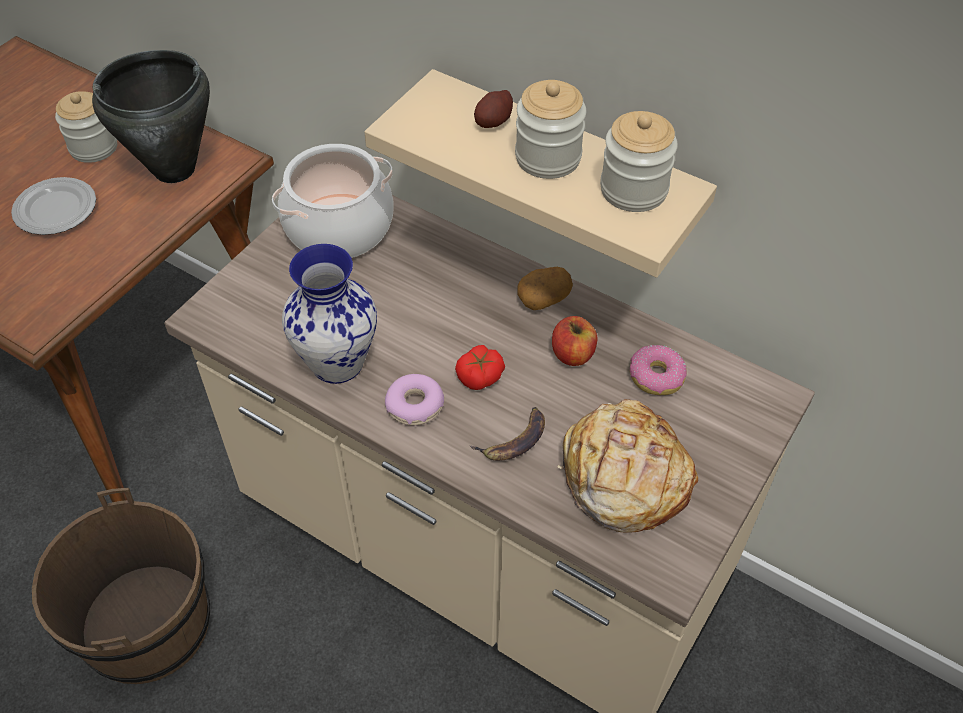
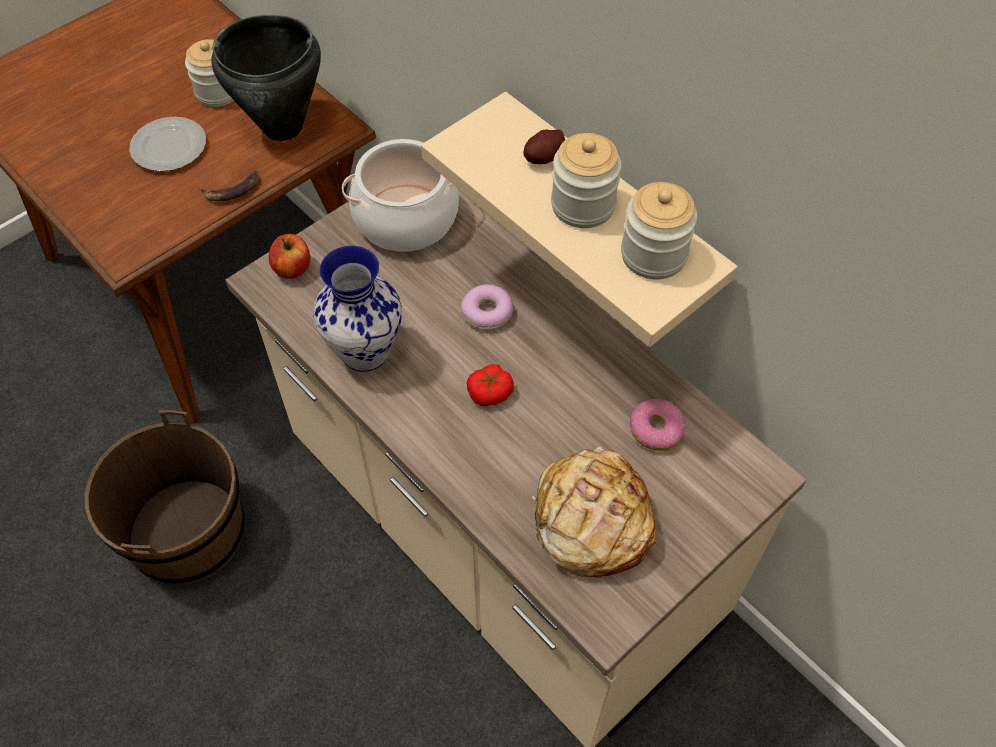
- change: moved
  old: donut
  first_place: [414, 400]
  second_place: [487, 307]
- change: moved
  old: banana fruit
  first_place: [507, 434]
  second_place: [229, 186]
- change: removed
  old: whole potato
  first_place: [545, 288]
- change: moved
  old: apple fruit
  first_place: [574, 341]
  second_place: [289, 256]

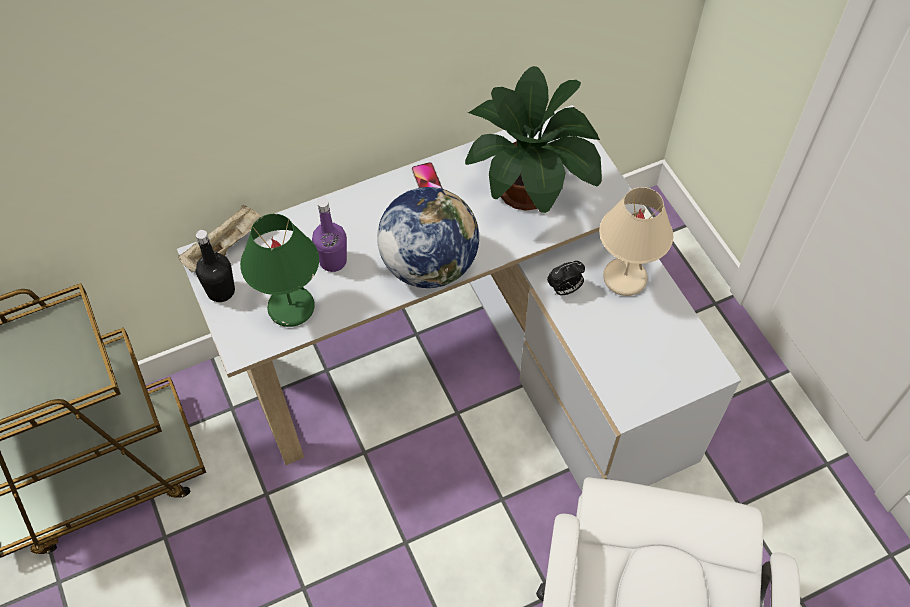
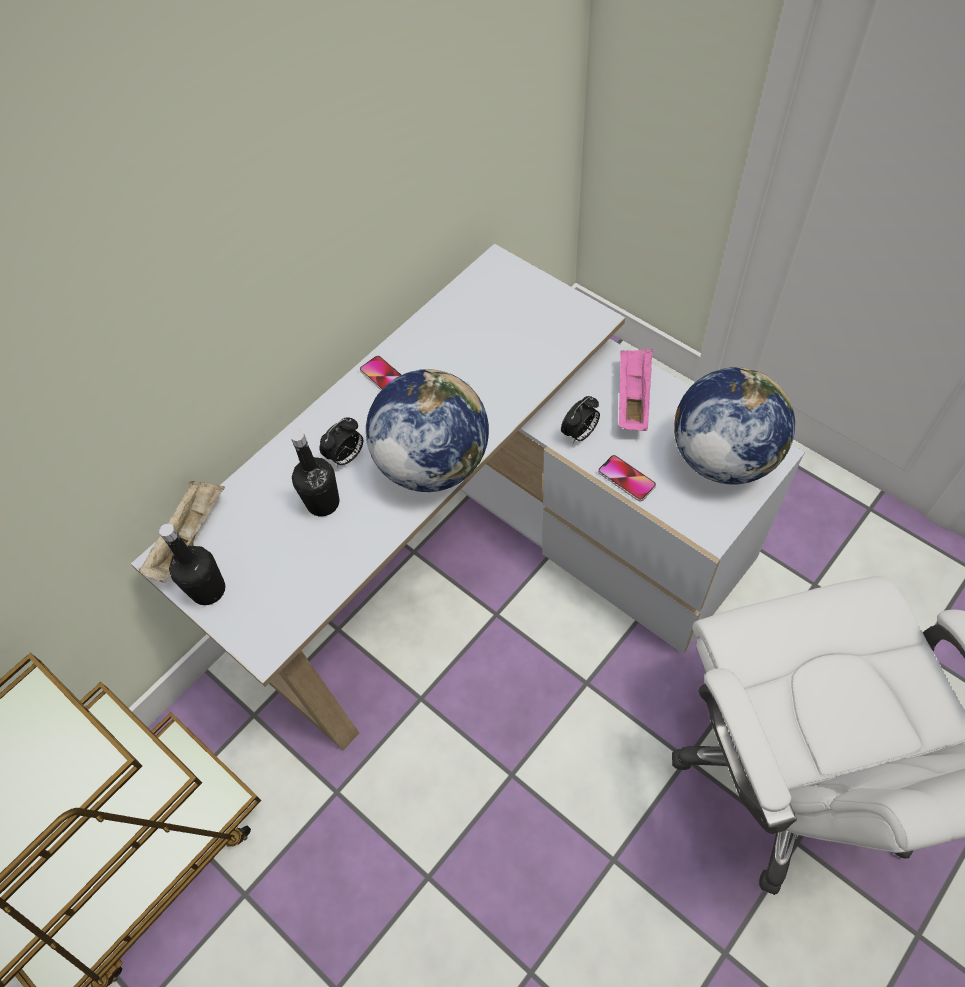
- change: removed
  old: green-coloured table lamp
  first_place: [279, 270]
- change: recoloured
  old: purple-coloured drink bottle
  new: blackish drink bottle
  first_place: [329, 235]
  second_place: [315, 473]
- change: removed
  old: potted plant
  first_place: [533, 139]
- change: replaced
  old: beige-coloured table lamp
  new: pink-coloured tray
  first_place: [636, 241]
  second_place: [635, 390]
- change: added
  new: alarm clock
  second_place: [341, 442]
- change: added
  new: handset
  second_place: [627, 478]
- change: added
  new: desk globe
  second_place: [734, 426]

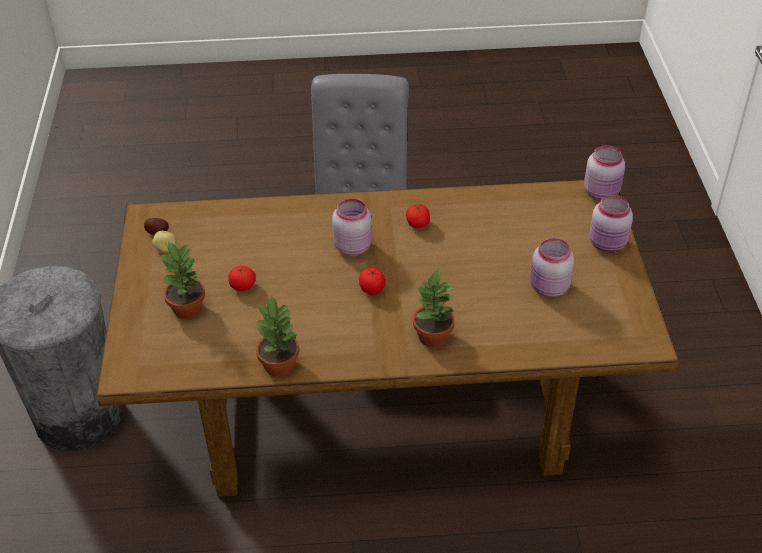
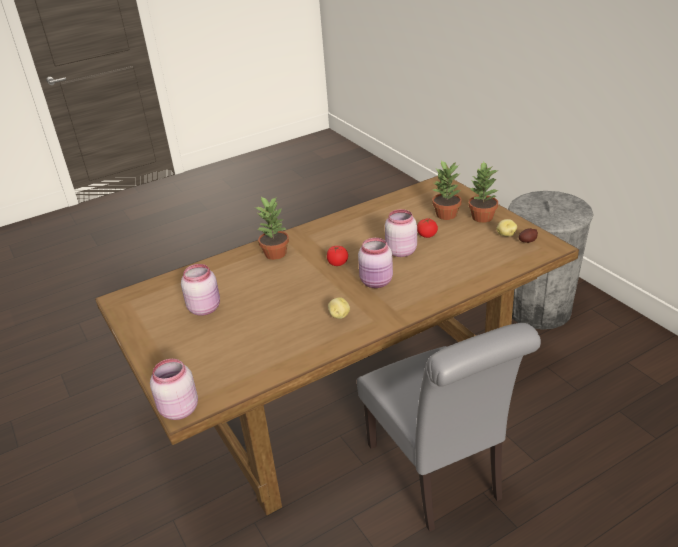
- change: moved
  old: potted plant
  first_place: [277, 336]
  second_place: [483, 192]
- change: replaced
  old: whole tomato
  new: whole potato
  first_place: [418, 216]
  second_place: [339, 308]
- change: moved
  old: pink-coloured preserve jar
  first_place: [611, 224]
  second_place: [401, 233]

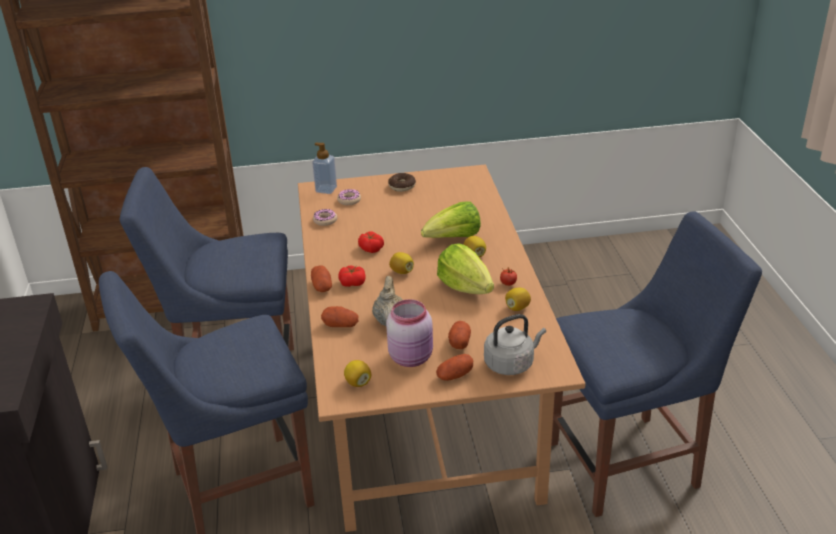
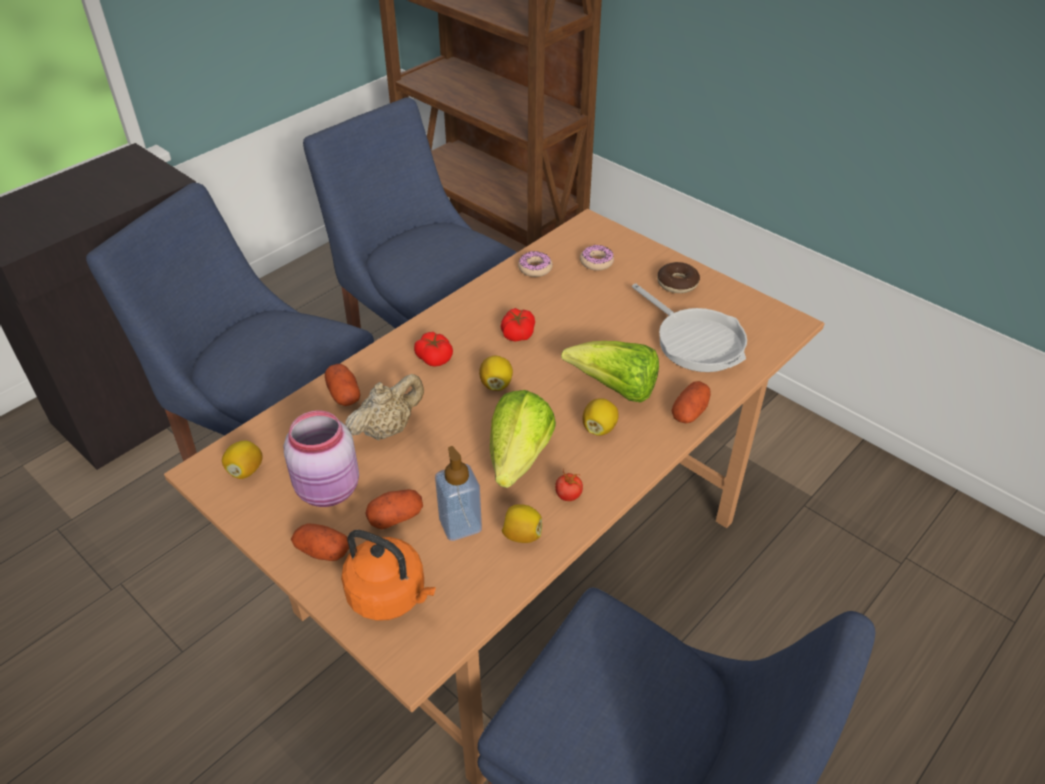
- change: moved
  old: whole potato
  first_place: [321, 278]
  second_place: [691, 402]
- change: moved
  old: soap bottle
  first_place: [324, 168]
  second_place: [458, 493]
- change: recoloured
  old: gray tea kettle
  new: orange-coloured tea kettle
  first_place: [515, 344]
  second_place: [388, 575]
- change: added
  new: pan
  second_place: [689, 328]

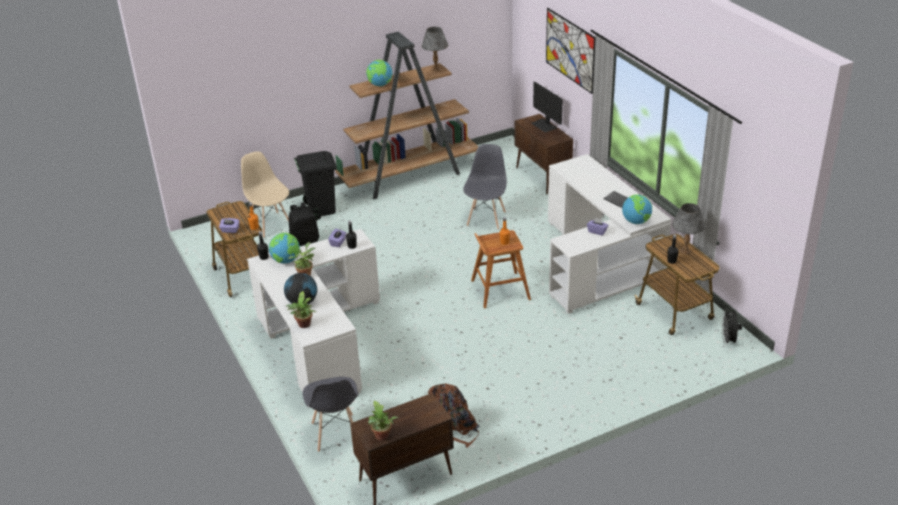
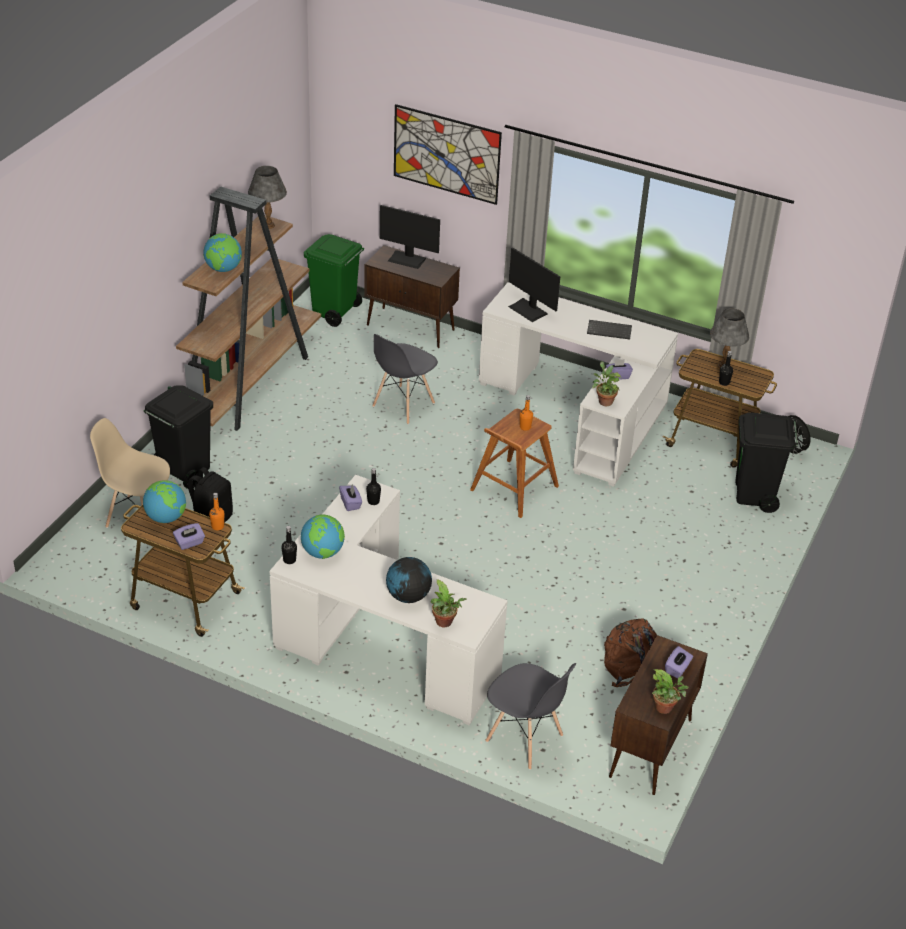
- change: moved
  old: potted plant
  first_place: [301, 259]
  second_place: [606, 383]
- change: turned
  old: gray upright chair
  first_place: [485, 187]
  second_place: [405, 379]
  degrees: -120
- change: moved
  old: desk globe
  first_place: [637, 209]
  second_place: [164, 501]
- change: added
  new: green-coloured trash can
  second_place: [334, 280]
- change: added
  new: monitor
  second_place: [534, 285]
- change: added
  new: purple-coloured tissue box
  second_place: [679, 662]
- change: added
  new: blackish trash can
  second_place: [766, 462]

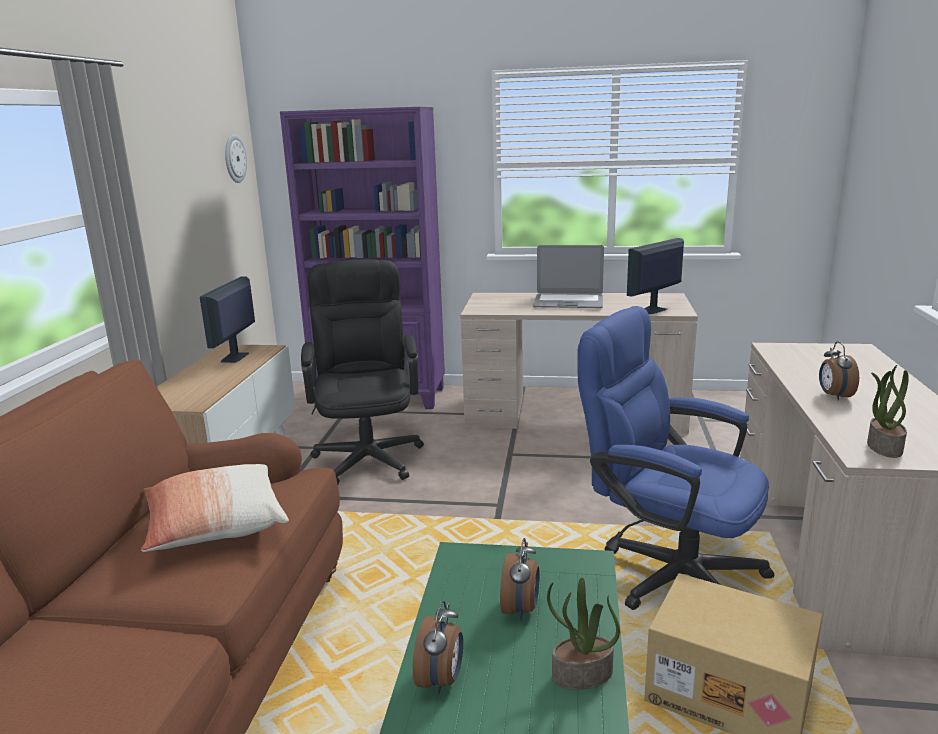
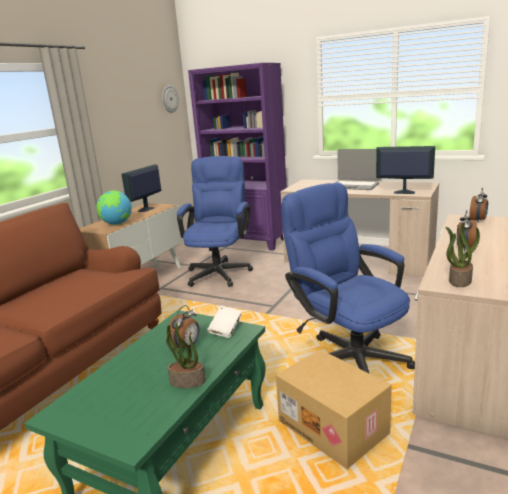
- change: removed
  old: pillow
  first_place: [215, 508]
- change: recoloured
  old: blackish office chair
  new: blue-coloured office chair
  first_place: [362, 372]
  second_place: [215, 221]
- change: moved
  old: alarm clock
  first_place: [438, 647]
  second_place: [478, 205]
- change: turned
  old: monitor
  first_place: [655, 276]
  second_place: [405, 170]
  degrees: 45
- change: added
  new: desk globe
  second_place: [114, 207]
- change: added
  new: white-coloured volume
  second_place: [224, 322]

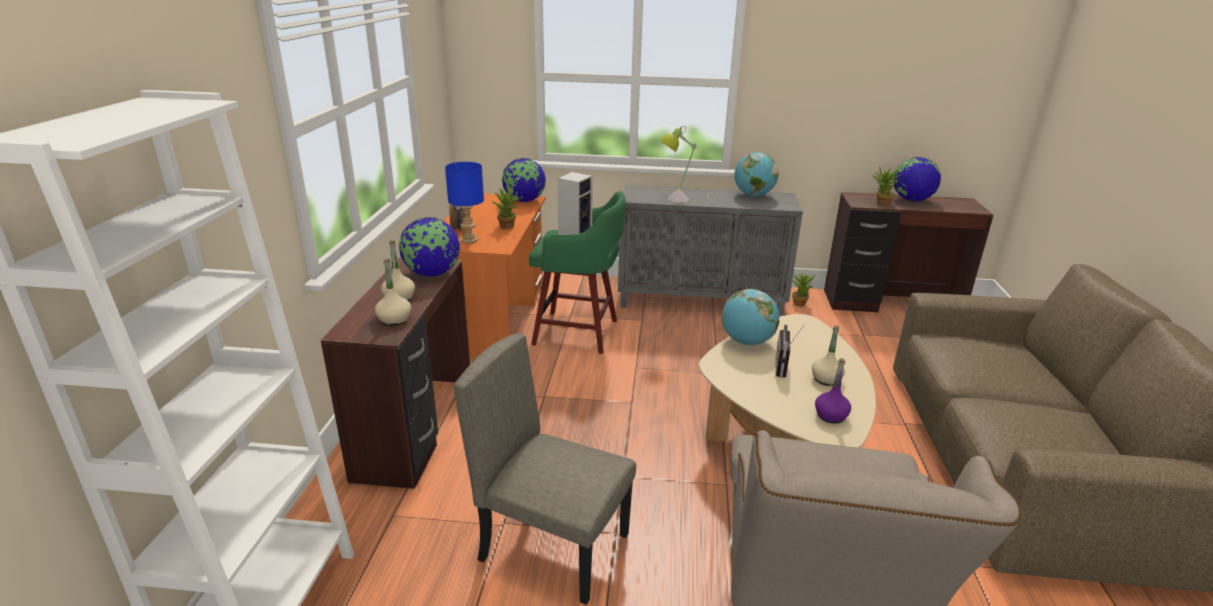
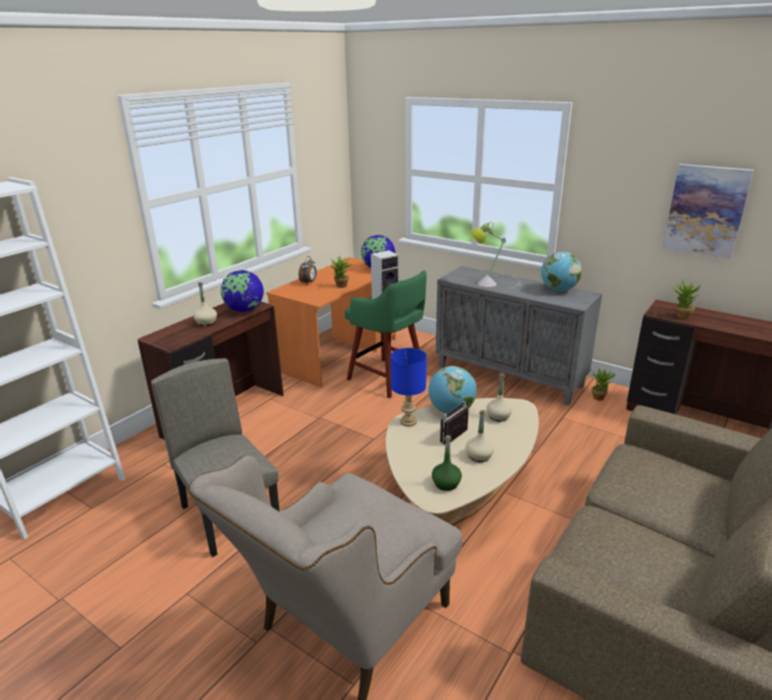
- change: moved
  old: beige-coloured drink bottle
  first_place: [393, 292]
  second_place: [499, 398]
- change: moved
  old: blue-coloured table lamp
  first_place: [464, 203]
  second_place: [409, 387]
- change: recoloured
  old: purple-coloured drink bottle
  new: green-coloured drink bottle
  first_place: [833, 391]
  second_place: [447, 463]
- change: removed
  old: desk globe
  first_place: [917, 179]
- change: added
  new: wall picture
  second_place: [708, 211]

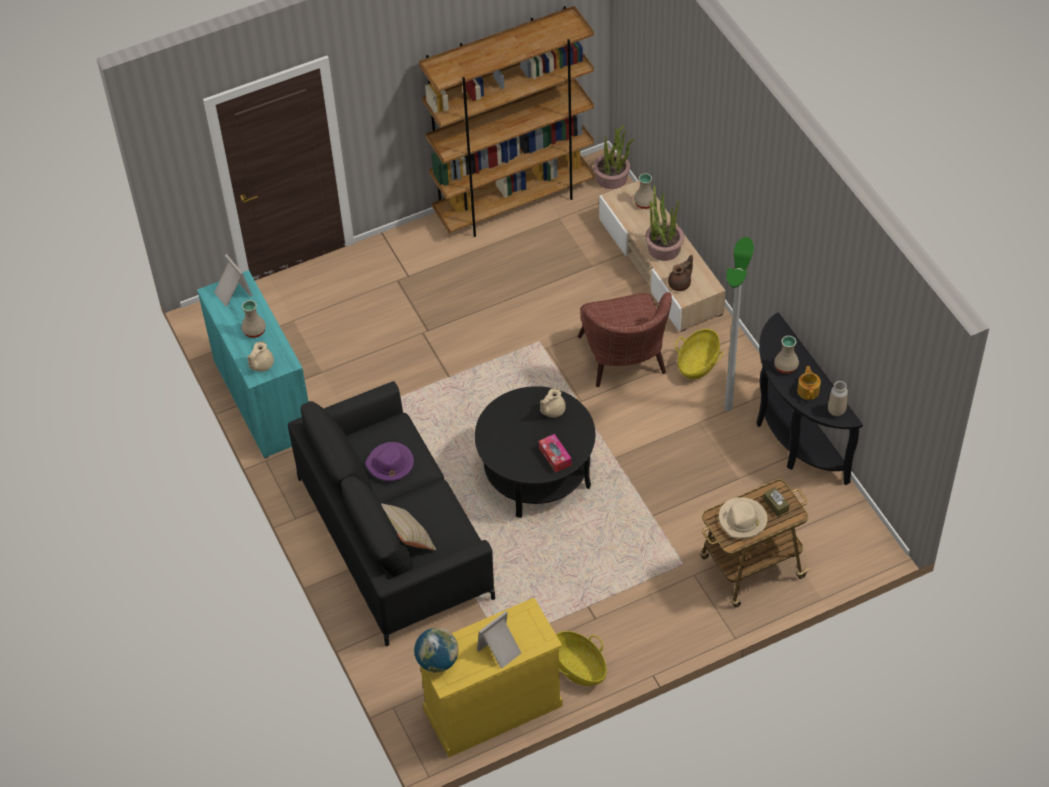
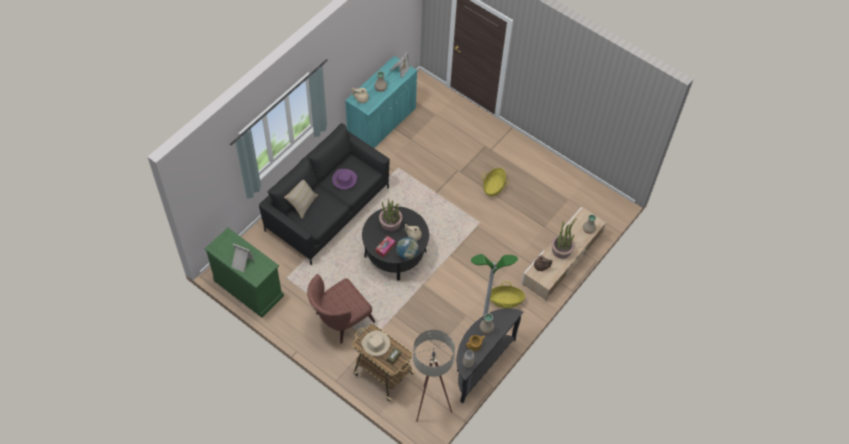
- change: moved
  old: desk globe
  first_place: [436, 650]
  second_place: [407, 248]
- change: removed
  old: brownish bookshelf
  first_place: [506, 121]
- change: recoloured
  old: yellowish dresser
  new: green-coloured dresser
  first_place: [491, 677]
  second_place: [244, 272]
- change: moved
  old: basket
  first_place: [581, 658]
  second_place: [495, 182]
- change: moved
  old: brownish armchair
  first_place: [625, 339]
  second_place: [341, 309]
- change: moved
  old: potted plant
  first_place: [614, 157]
  second_place: [391, 215]
- change: added
  new: beige-coloured standing lamp
  second_place: [434, 376]

